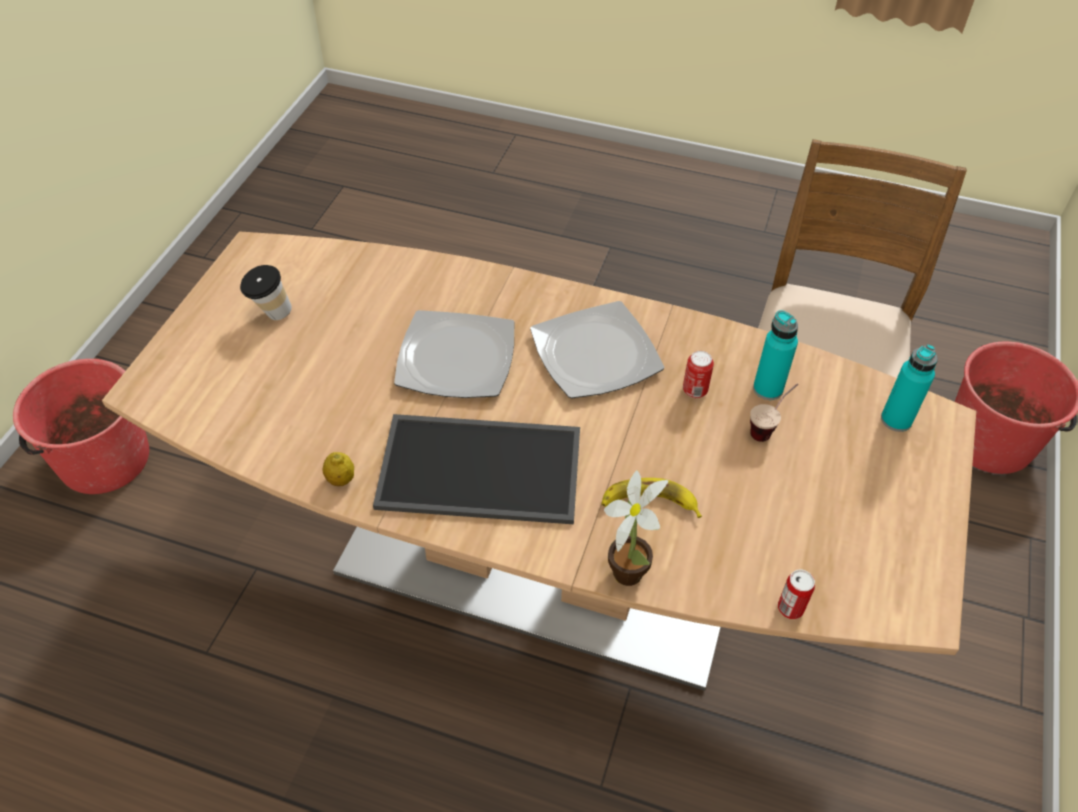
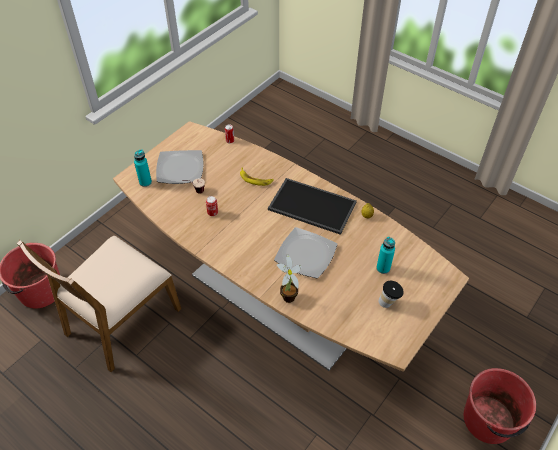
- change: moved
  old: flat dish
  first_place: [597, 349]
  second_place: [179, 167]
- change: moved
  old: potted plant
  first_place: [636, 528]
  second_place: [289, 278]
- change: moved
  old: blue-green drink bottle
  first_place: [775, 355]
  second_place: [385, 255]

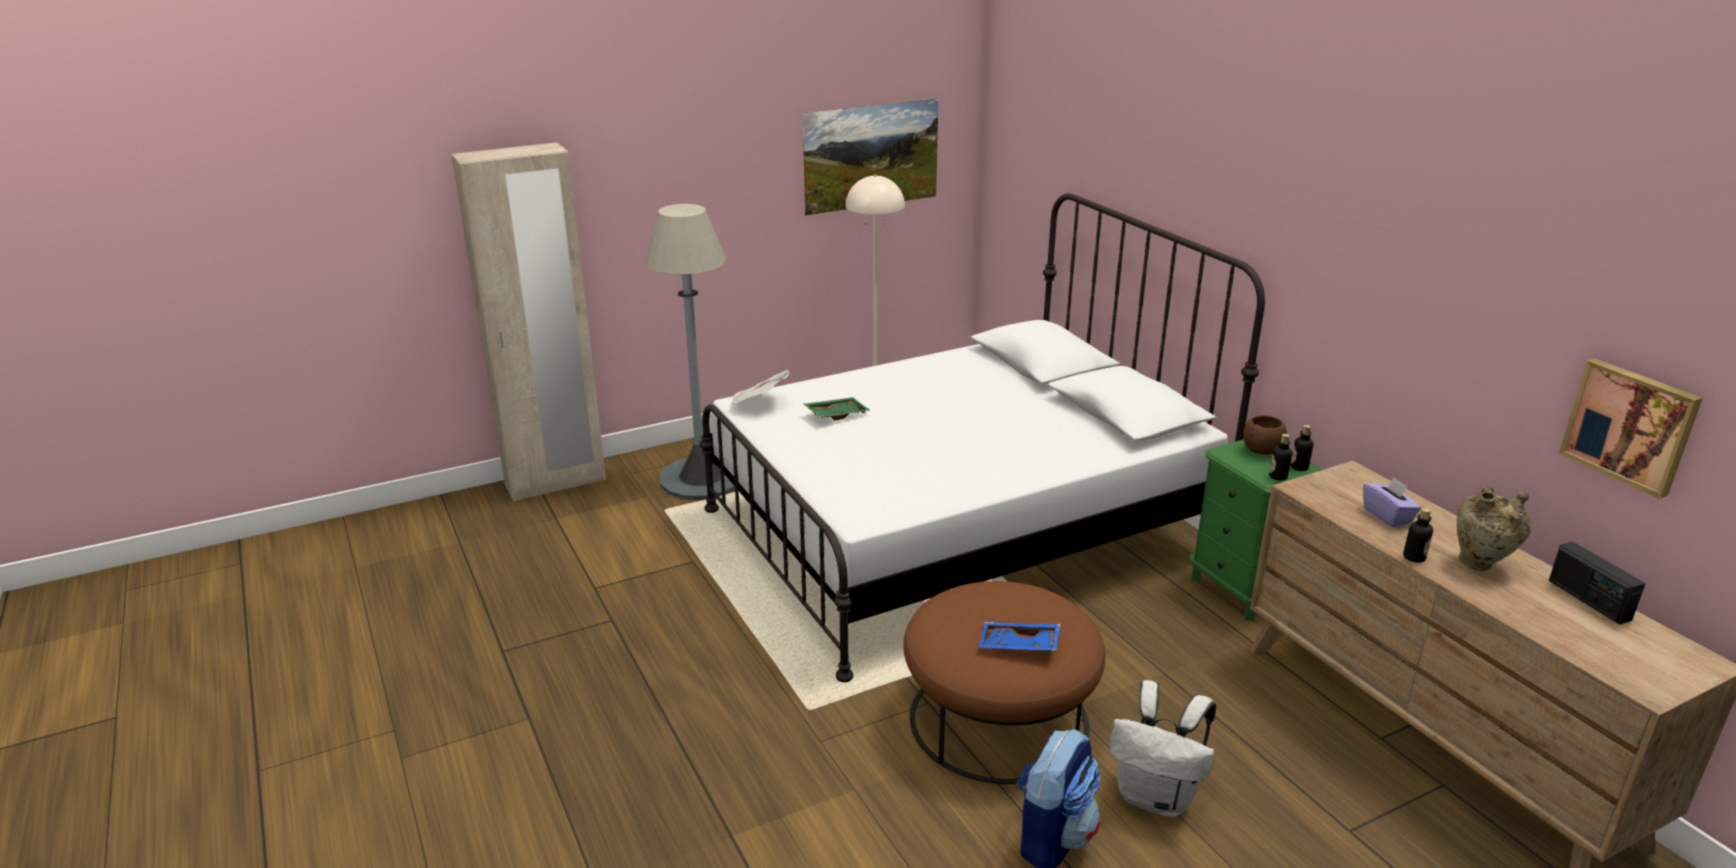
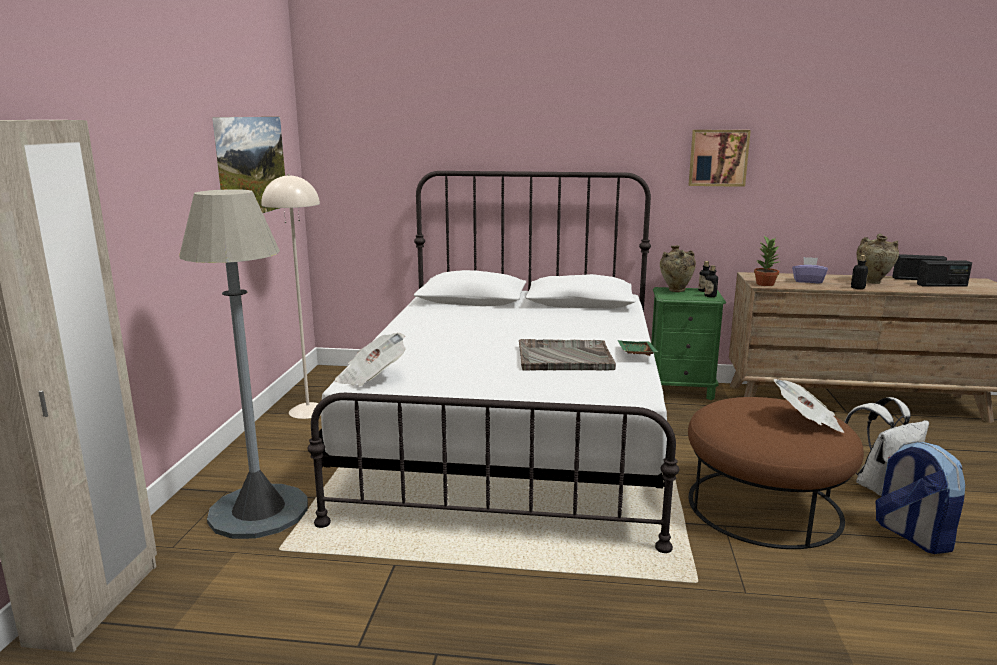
- change: moved
  old: green-coloured tray
  first_place: [837, 408]
  second_place: [638, 348]
- change: replaced
  old: blue-coloured tray
  new: daily paper
  first_place: [1019, 636]
  second_place: [809, 406]
- change: replaced
  old: brownish serving bowl
  new: beige-coloured vase
  first_place: [1265, 435]
  second_place: [678, 268]
- change: moved
  old: wall picture
  first_place: [1631, 428]
  second_place: [720, 158]
- change: added
  new: gray tray
  second_place: [567, 355]
- change: added
  new: potted plant
  second_place: [766, 261]
- change: added
  new: radio
  second_place: [944, 273]

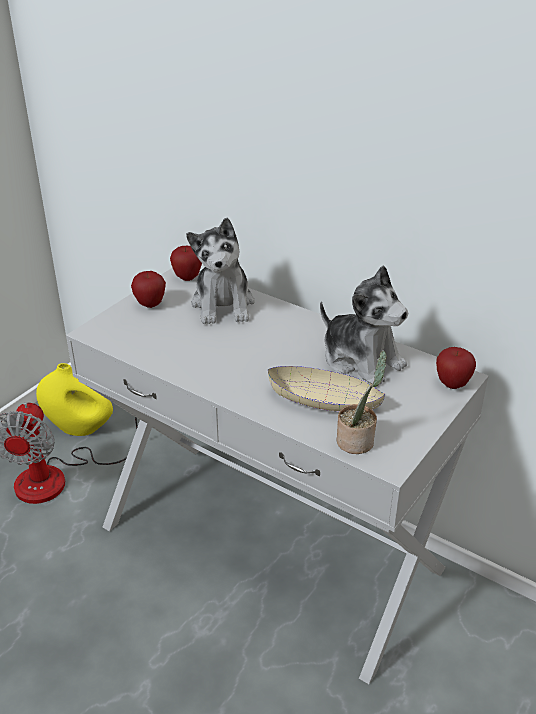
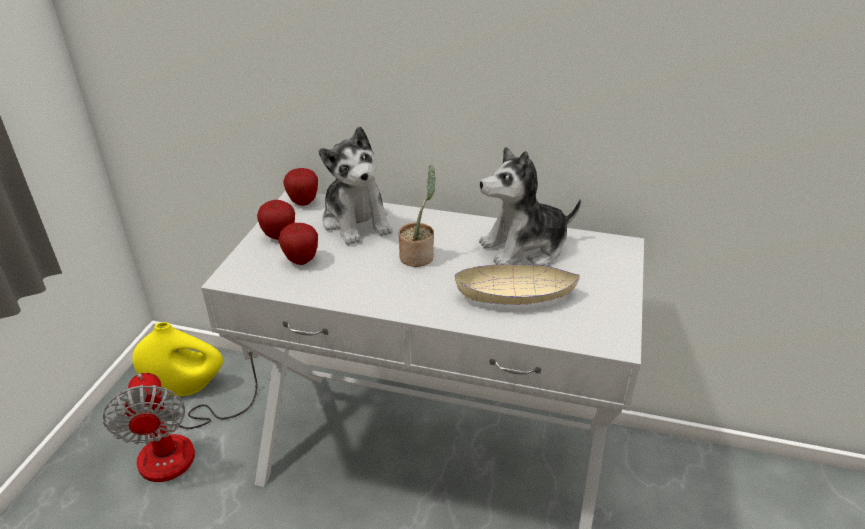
- change: turned
  old: soft toy
  first_place: [364, 326]
  second_place: [530, 206]
  degrees: 135
- change: moved
  old: potted plant
  first_place: [362, 402]
  second_place: [417, 216]
- change: moved
  old: apple fruit
  first_place: [456, 368]
  second_place: [298, 244]

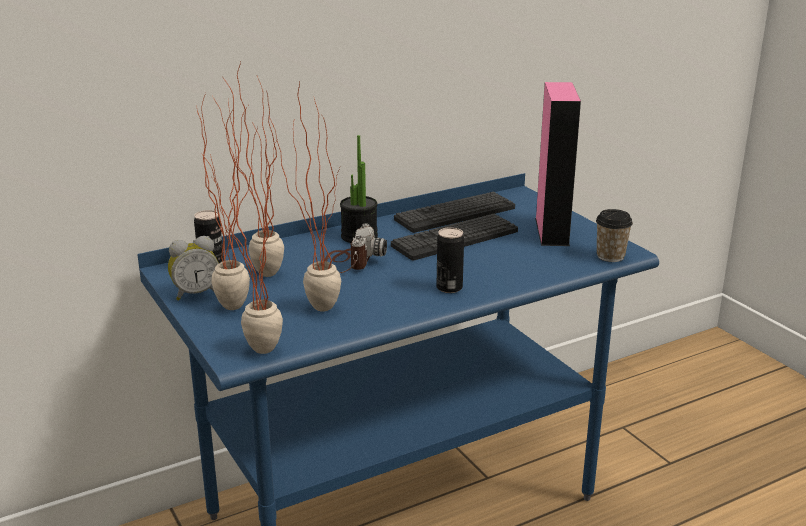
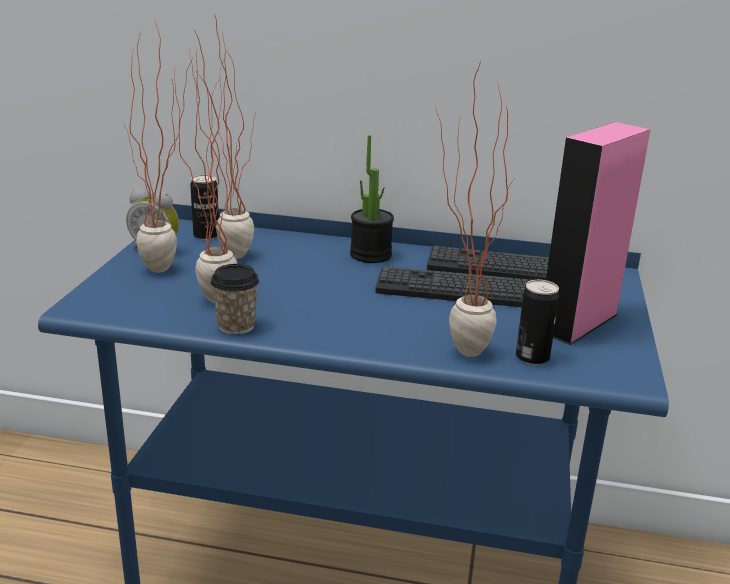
- change: moved
  old: potted plant
  first_place: [242, 231]
  second_place: [475, 209]
- change: removed
  old: still camera
  first_place: [356, 248]
- change: moved
  old: sealed can
  first_place: [450, 260]
  second_place: [537, 322]
- change: moved
  old: small cup
  first_place: [614, 235]
  second_place: [235, 299]

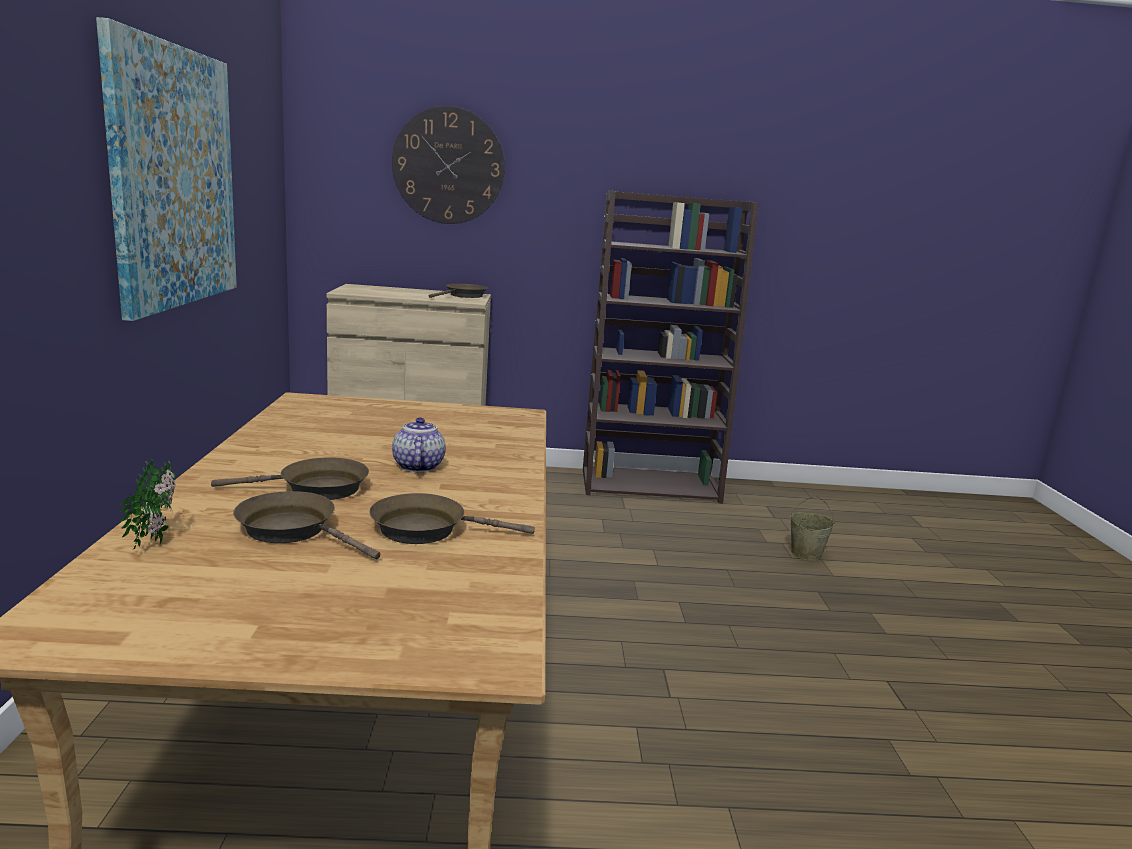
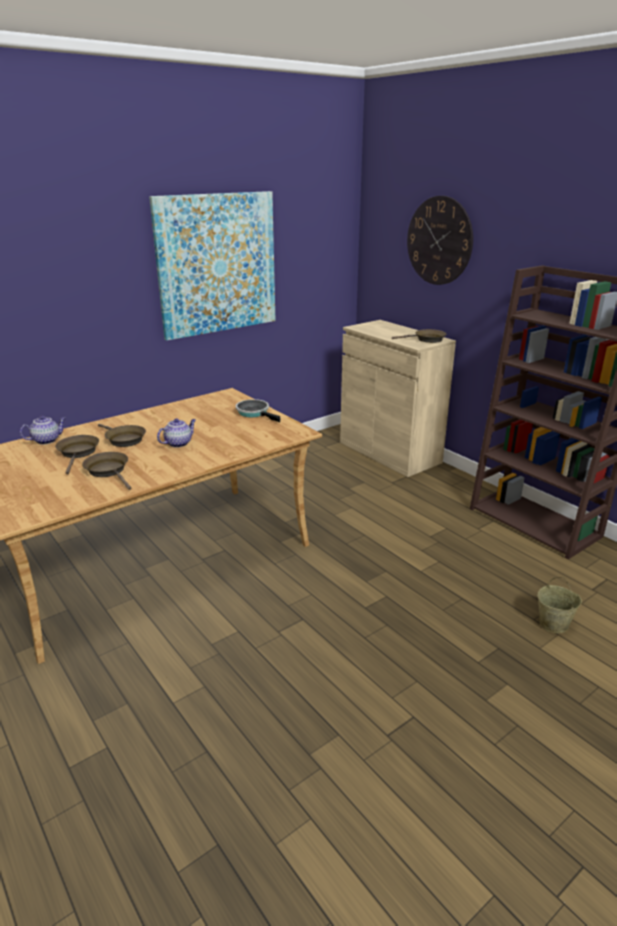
- change: replaced
  old: potted plant
  new: tea pot
  first_place: [148, 504]
  second_place: [43, 430]
- change: added
  new: pan
  second_place: [258, 411]

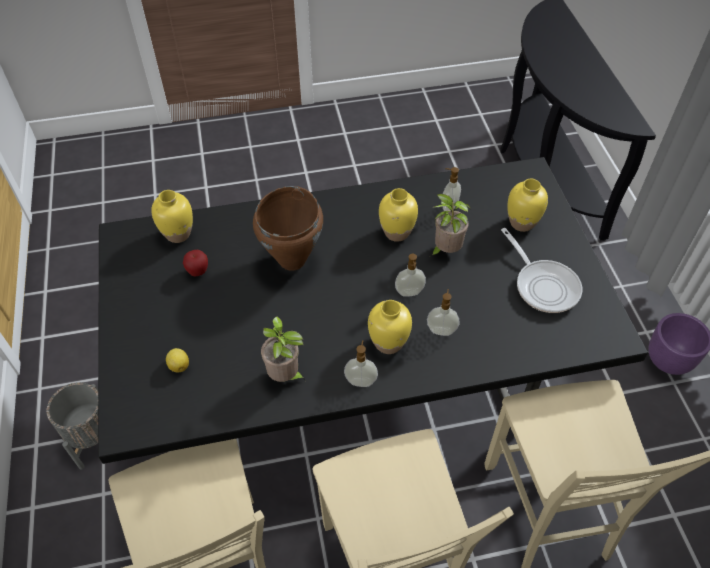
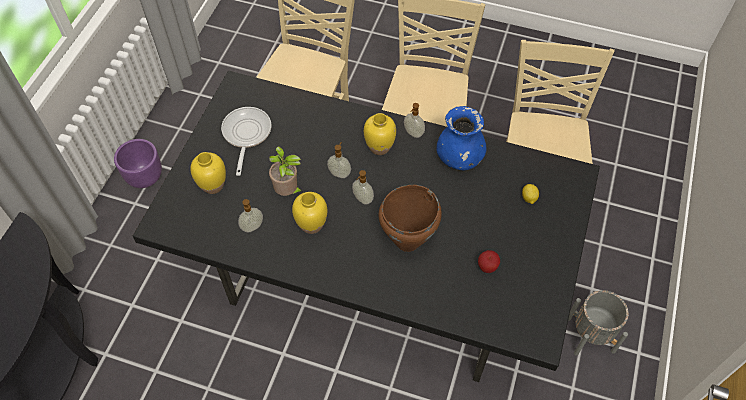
- change: removed
  old: yellowish vase
  first_place: [172, 216]
- change: replaced
  old: potted plant
  new: blue-coloured vase
  first_place: [283, 349]
  second_place: [461, 138]
- change: moved
  old: soap bottle
  first_place: [443, 312]
  second_place: [363, 187]

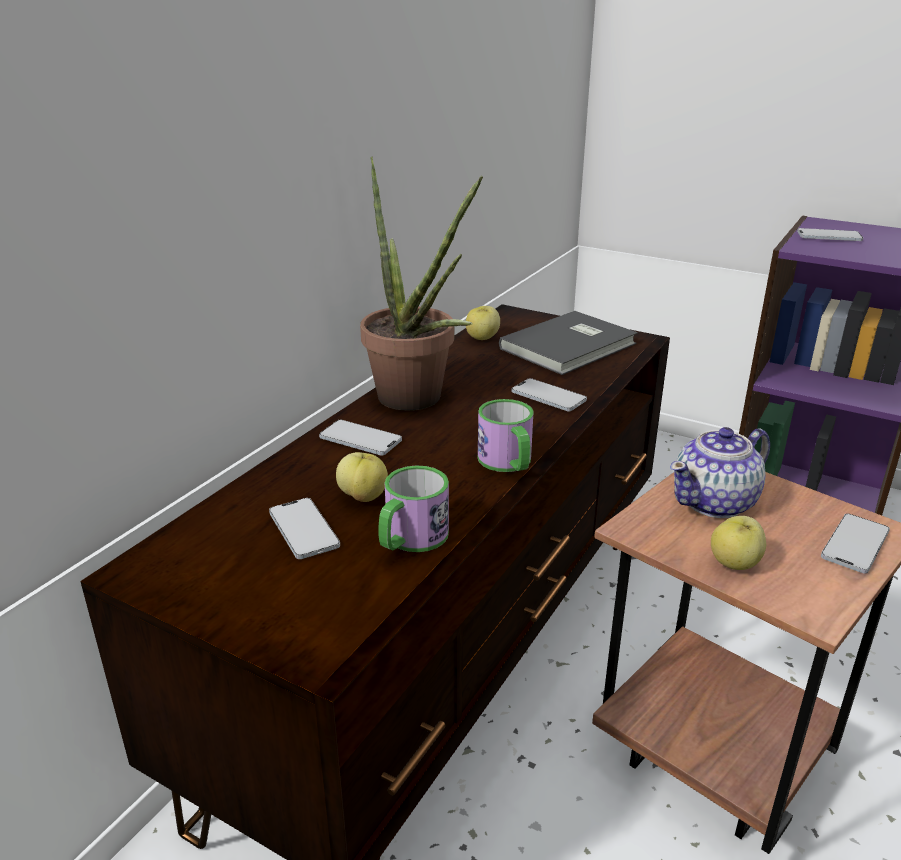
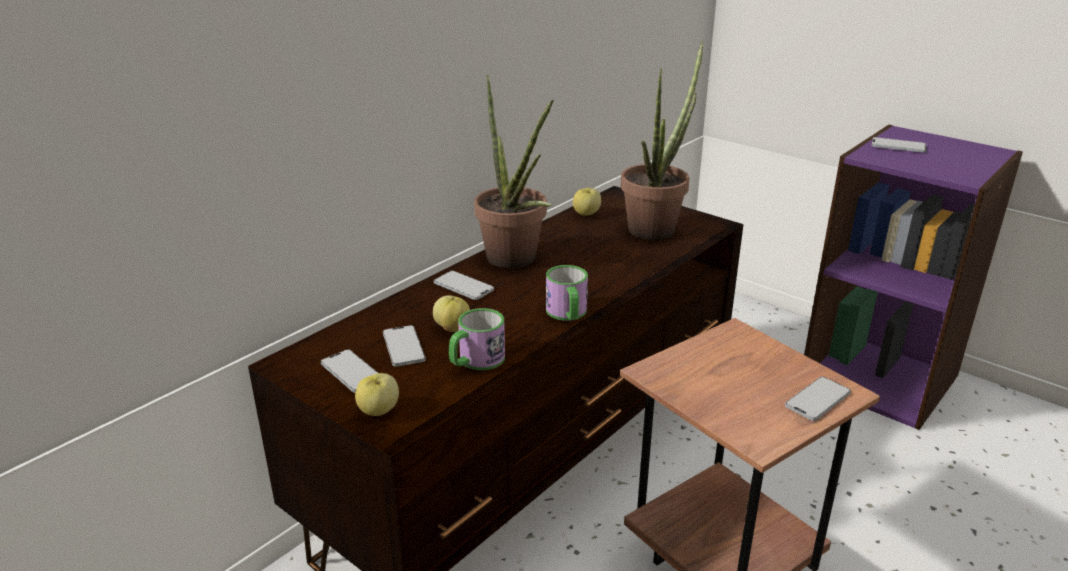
- change: replaced
  old: gray volume
  new: potted plant
  first_place: [568, 343]
  second_place: [662, 140]
- change: moved
  old: handset
  first_place: [549, 394]
  second_place: [349, 371]
- change: removed
  old: tea pot
  first_place: [720, 472]
- change: moved
  old: apple fruit
  first_place: [738, 543]
  second_place: [377, 394]

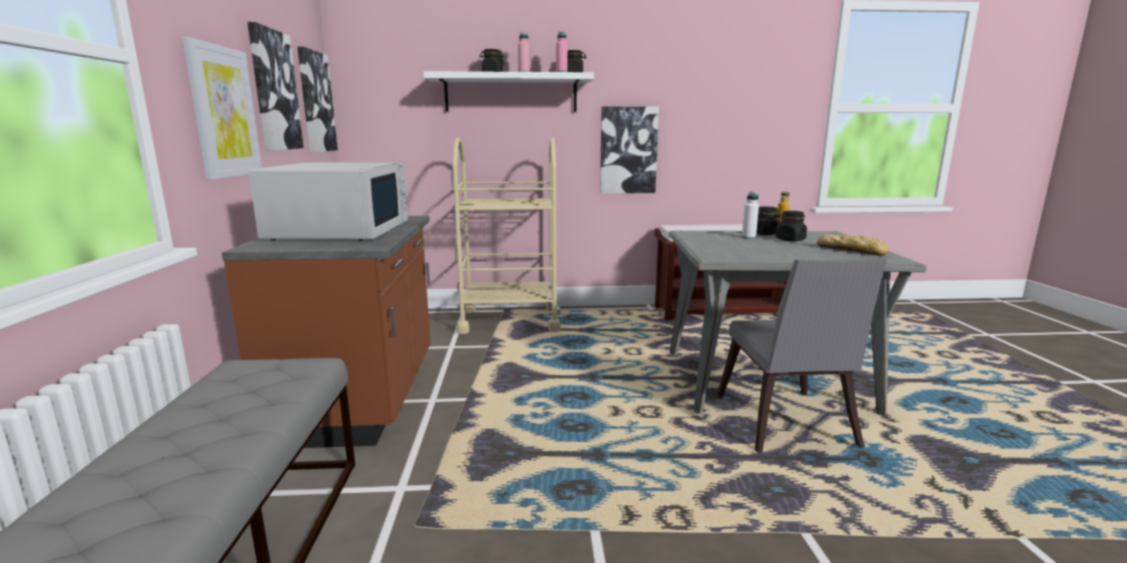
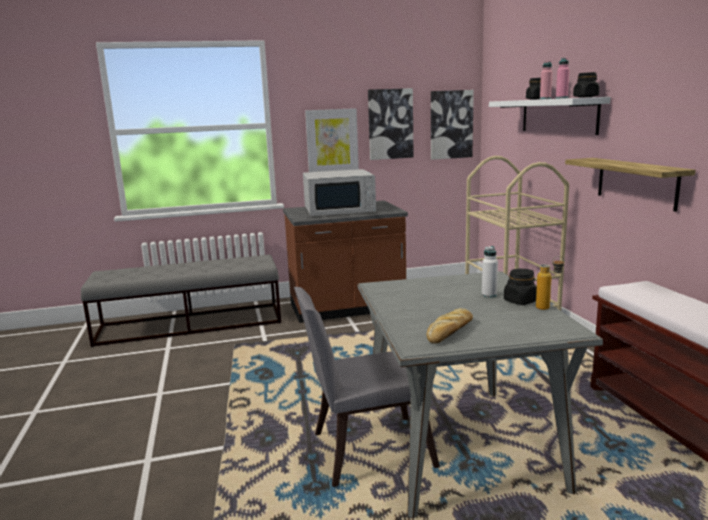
- change: replaced
  old: wall picture
  new: wall shelf
  first_place: [629, 149]
  second_place: [630, 185]
- change: removed
  old: blackish preserve jar
  first_place: [791, 226]

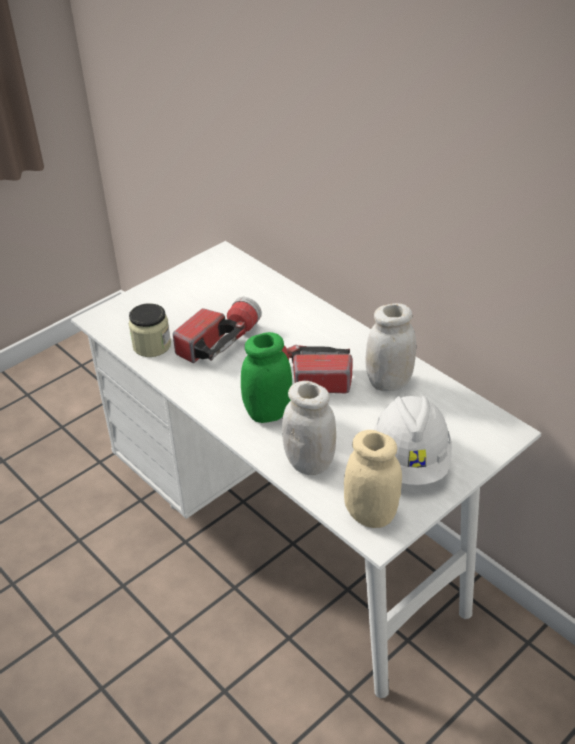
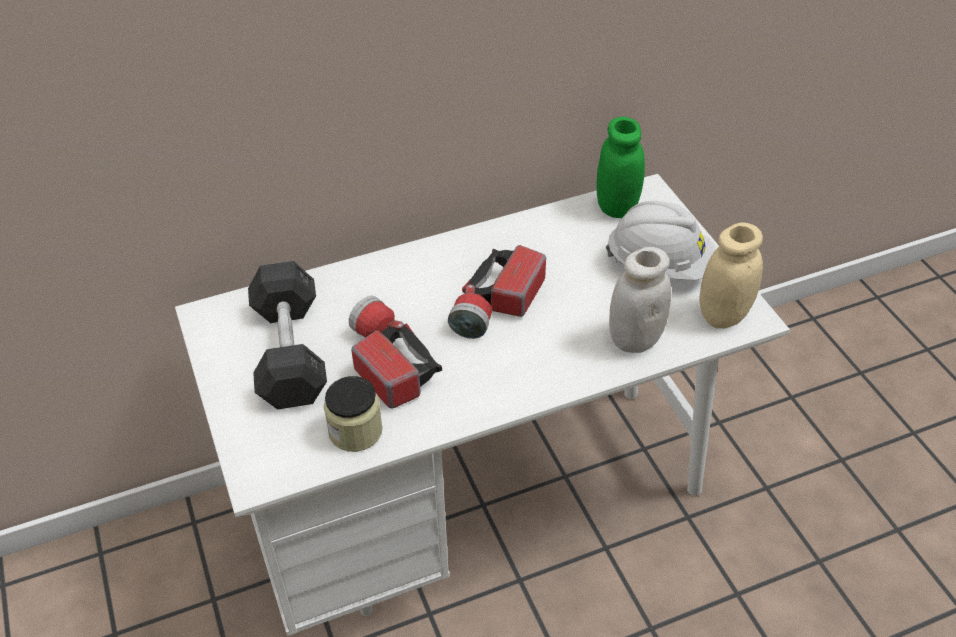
- change: moved
  old: green-coloured preserve jar
  first_place: [266, 377]
  second_place: [621, 167]
- change: removed
  old: white-coloured preserve jar
  first_place: [390, 347]
- change: added
  new: gray hand weight
  second_place: [287, 335]

